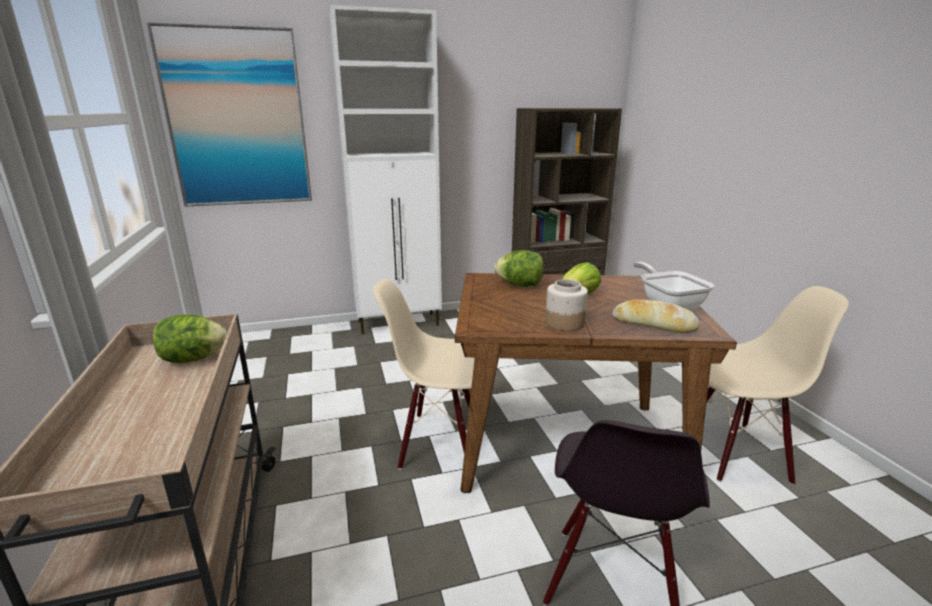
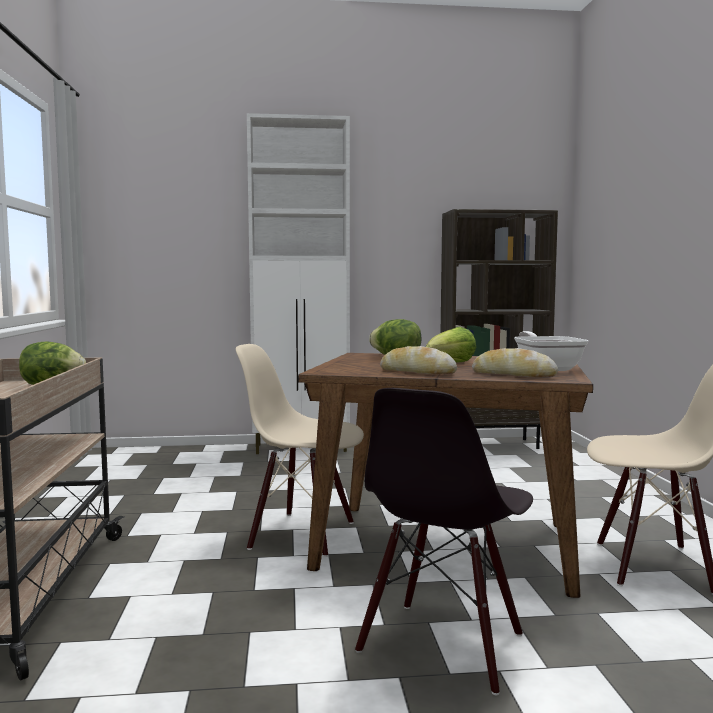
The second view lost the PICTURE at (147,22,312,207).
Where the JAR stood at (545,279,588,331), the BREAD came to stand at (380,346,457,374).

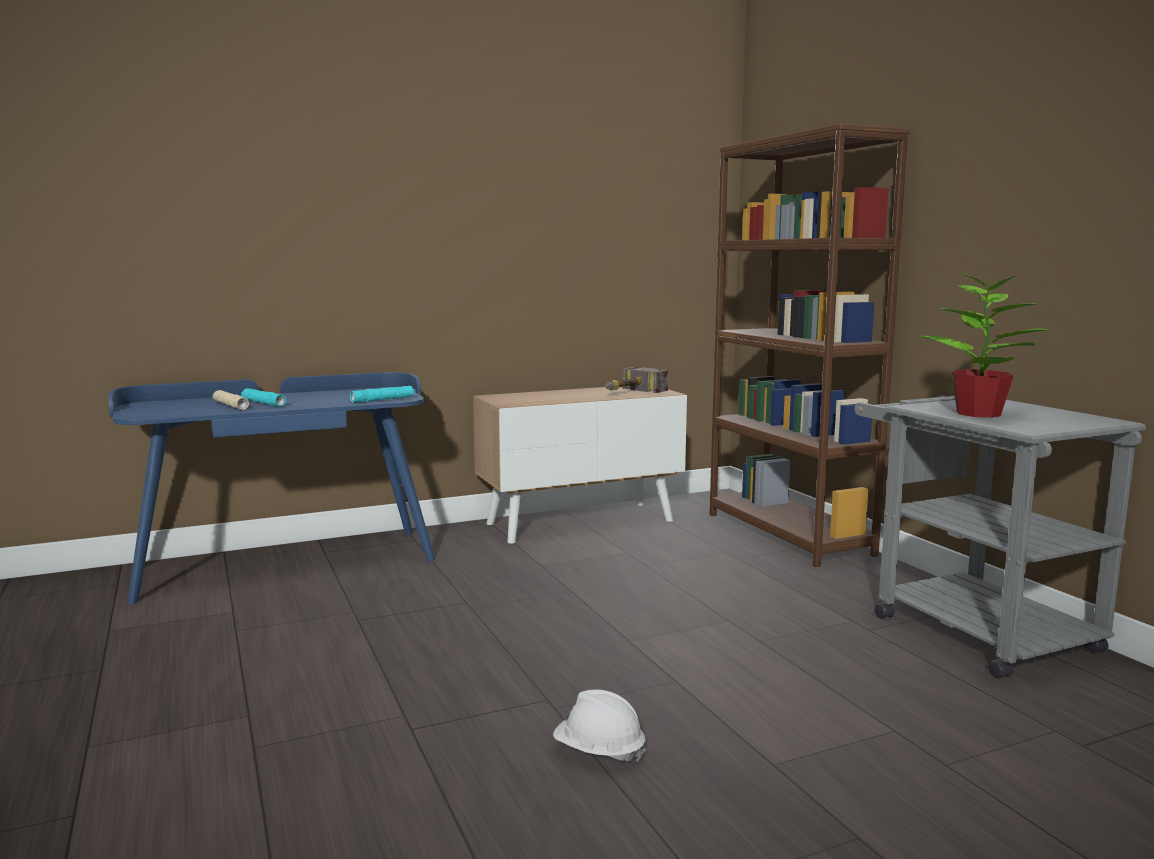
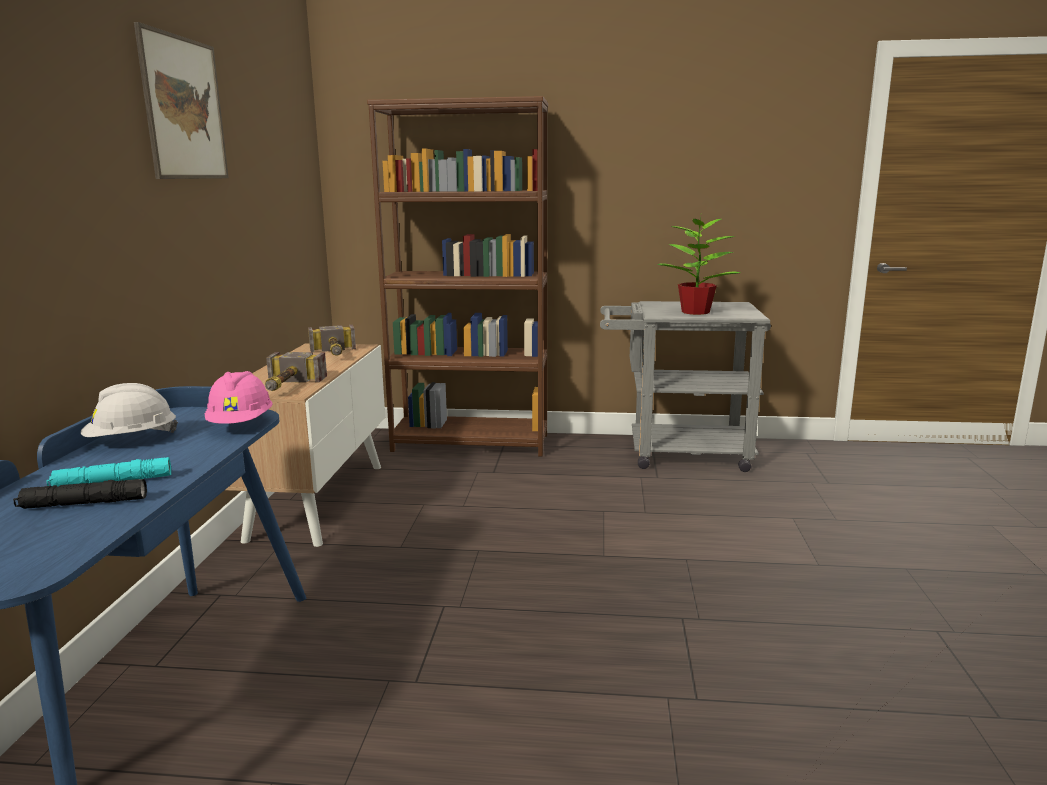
What was the BEIGE FLASHLIGHT at (213,390,249,410) turned into the BLACK FLASHLIGHT at (13,479,147,509).
Where the TURQUOISE FLASHLIGHT stood at (350,386,415,403), the PINK HARD HAT came to stand at (205,371,273,424).
The WHITE HARD HAT ended up elsewhere, having gone from (553,690,646,762) to (81,383,178,437).
The second view gained the PICTURE at (134,22,229,179).
The second view gained the HAMMER at (265,352,327,391).

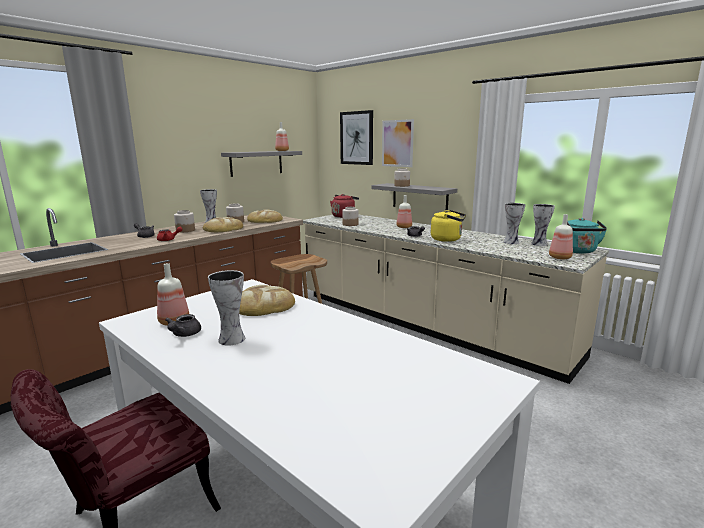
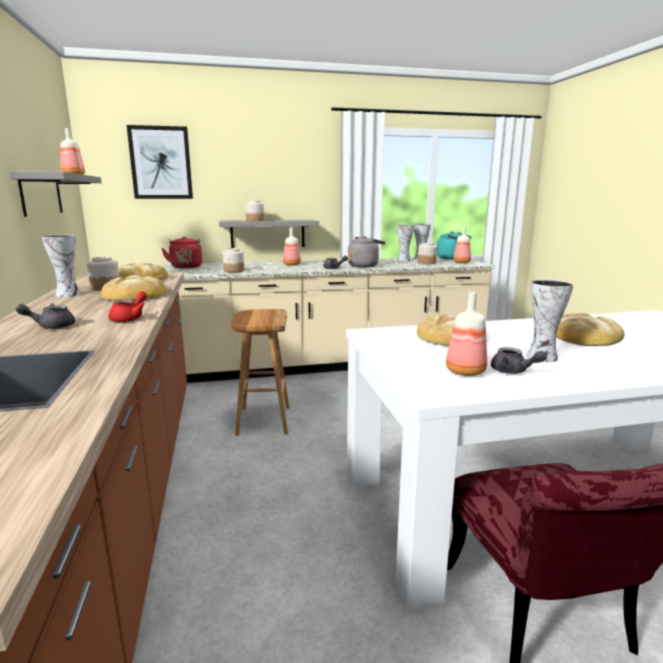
The JAR ended up elsewhere, having gone from (174,210,195,232) to (418,242,437,264).
The second view lost the PICTURE at (382,119,414,167).
What was the YELLOW KETTLE at (431,210,466,242) turned into the GREY KETTLE at (348,236,385,267).
The second view gained the BREAD at (556,313,625,346).

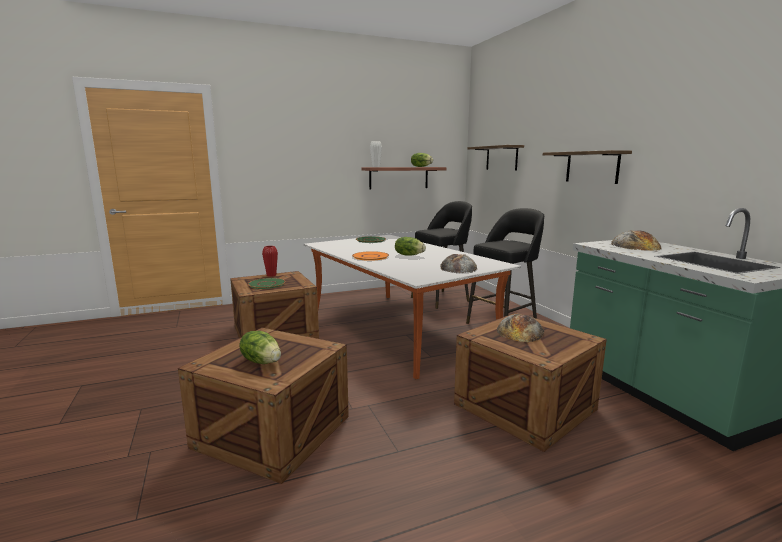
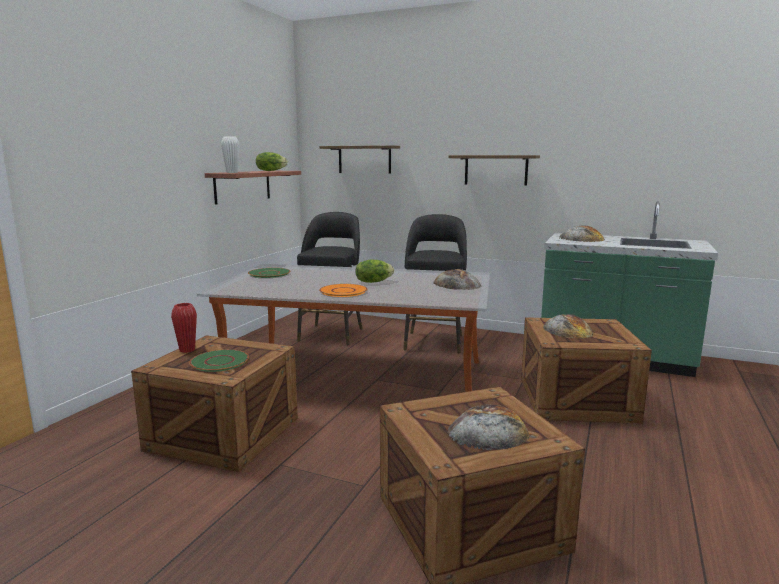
Where the LETTUCE stood at (239,331,281,364), the BREAD came to stand at (448,405,529,450).

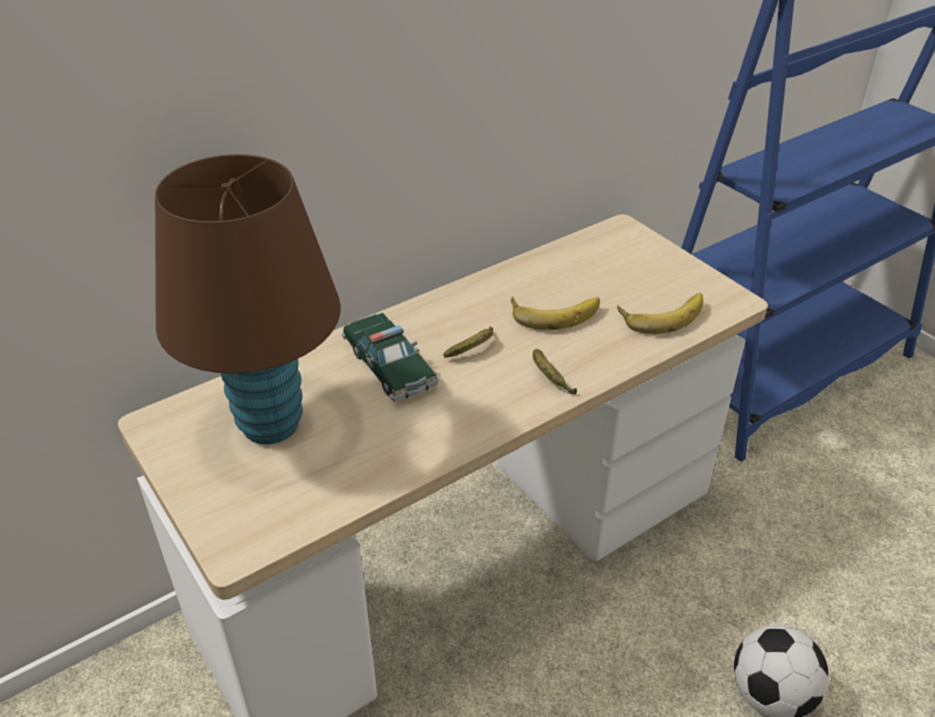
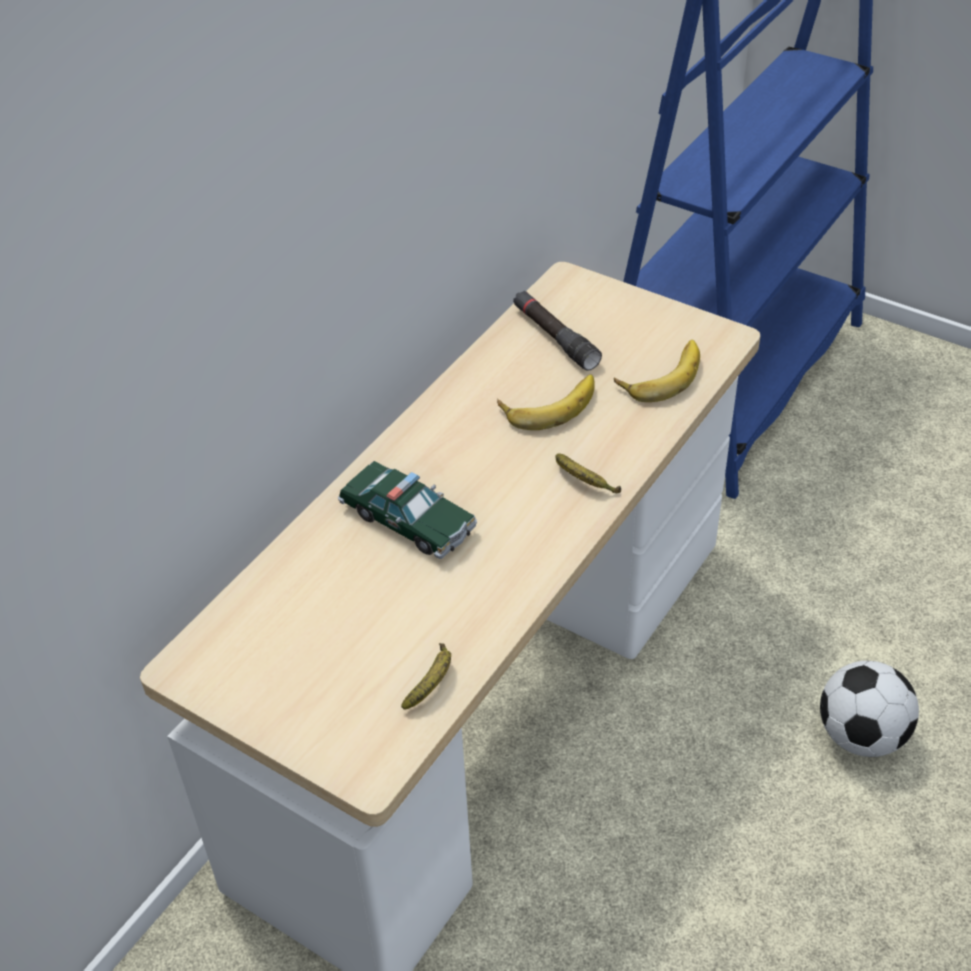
The second view lost the BROWN TABLE LAMP at (155,154,341,444).
The BANANA ended up elsewhere, having gone from (443,326,494,358) to (401,643,451,710).
The second view gained the BLACK FLASHLIGHT at (513,291,602,371).

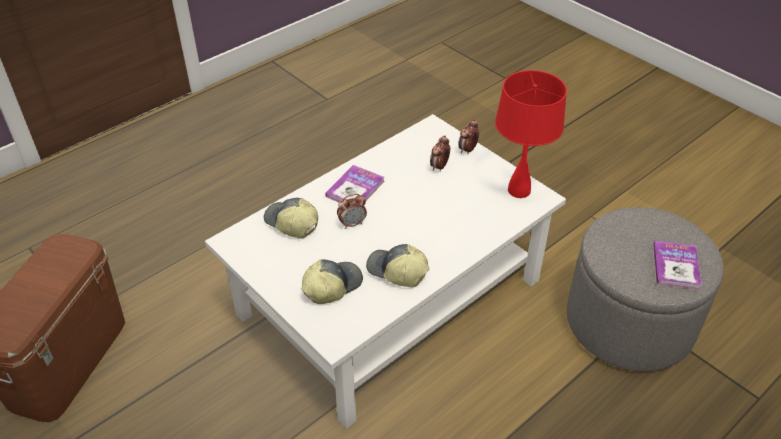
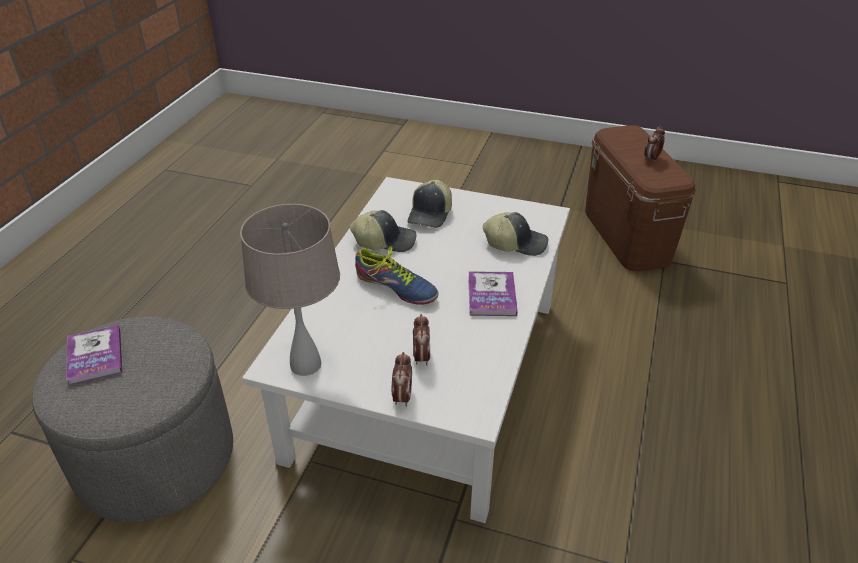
The ALARM CLOCK ended up elsewhere, having gone from (337,194,367,229) to (644,126,665,162).
What was the RED TABLE LAMP at (495,70,567,198) turned into the BEIGE TABLE LAMP at (240,204,340,376).
The second view gained the SHOE at (355,246,438,305).

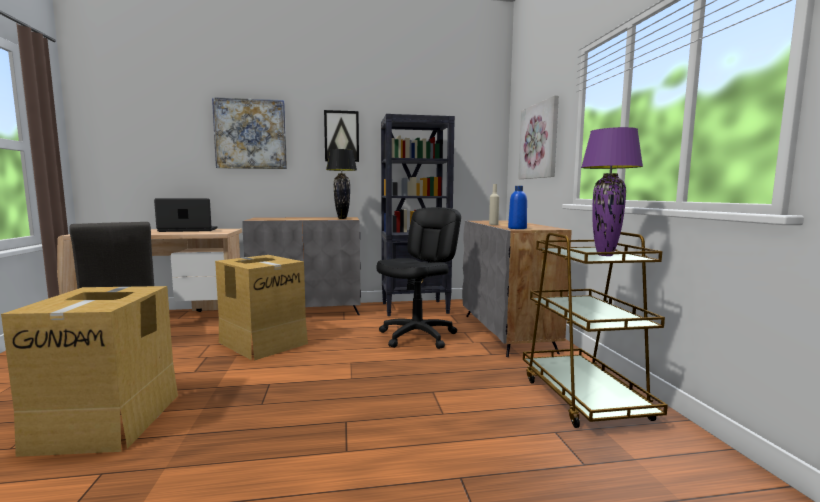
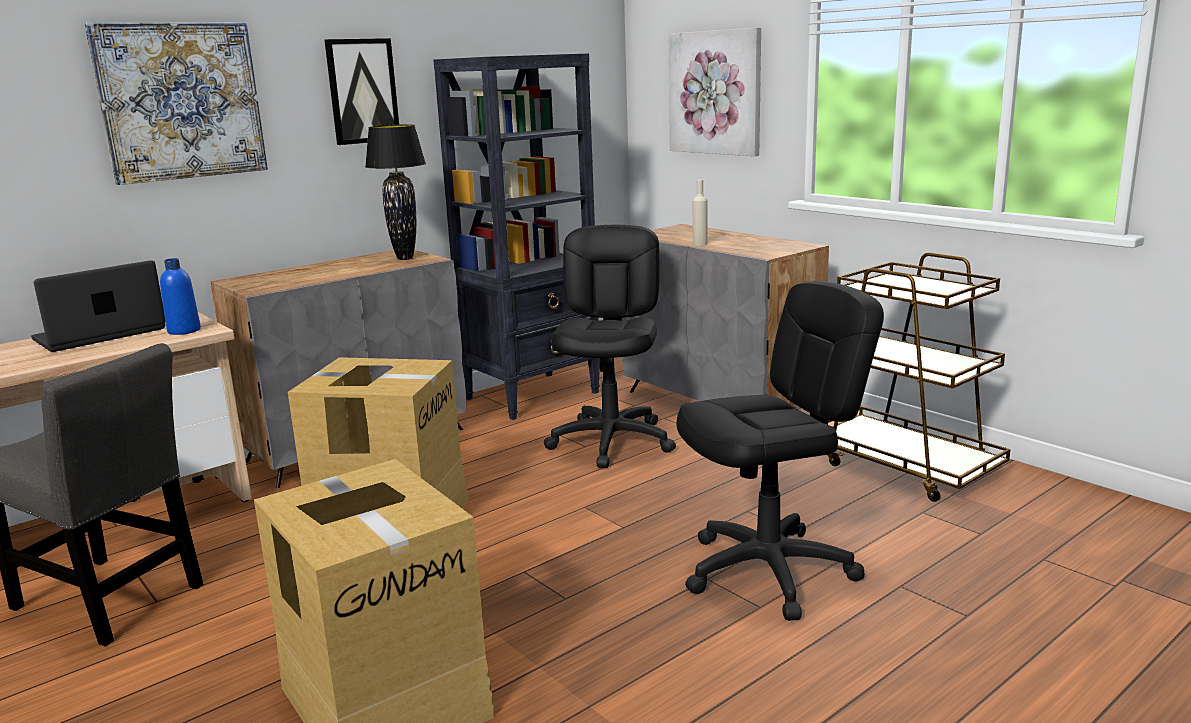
The BLUE BOTTLE ended up elsewhere, having gone from (508,186,527,229) to (160,258,201,335).
The second view lost the PURPLE TABLE LAMP at (581,127,643,256).
The second view gained the BLACK OFFICE CHAIR at (677,281,884,621).

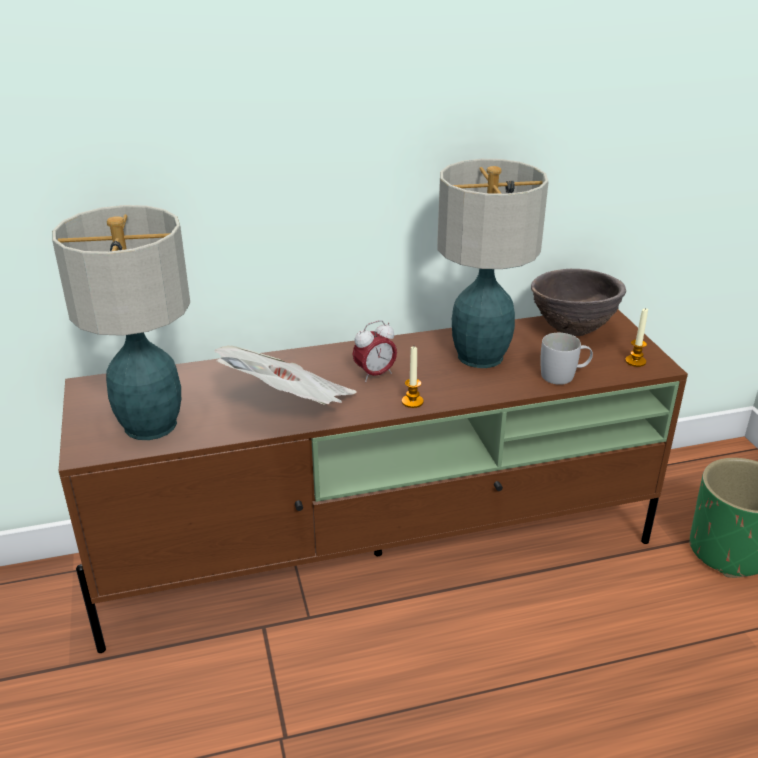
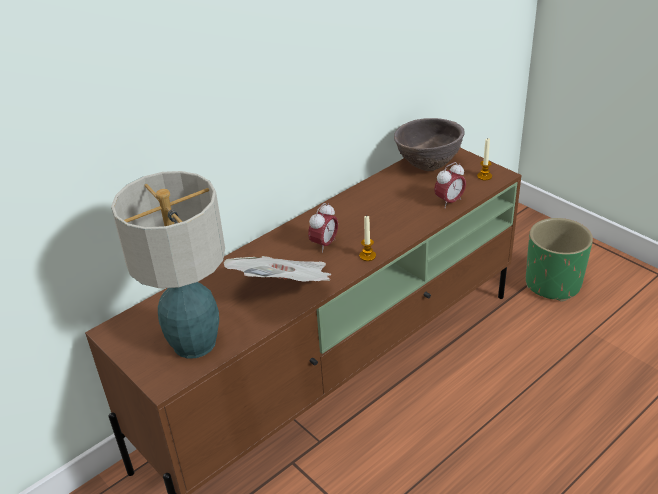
The second view lost the TABLE LAMP at (437,159,549,368).
Where the WHITE MUG stood at (541,333,593,385), the ALARM CLOCK came to stand at (434,162,466,208).

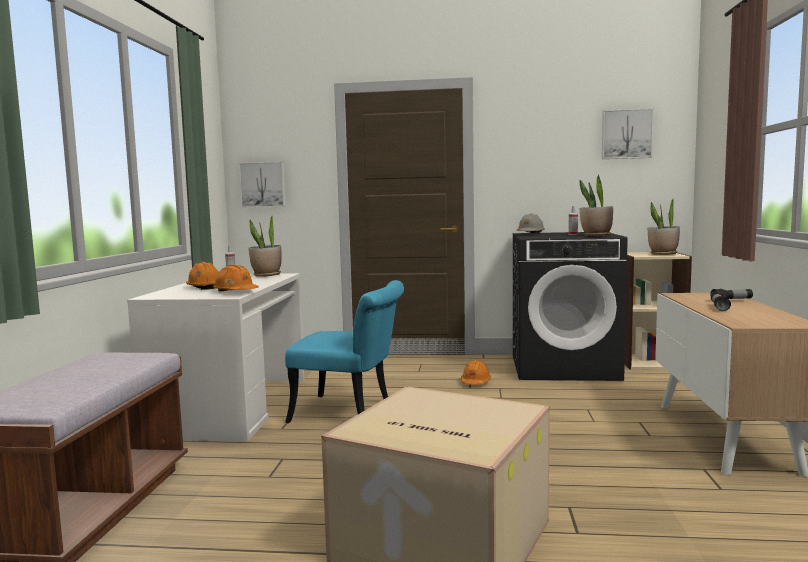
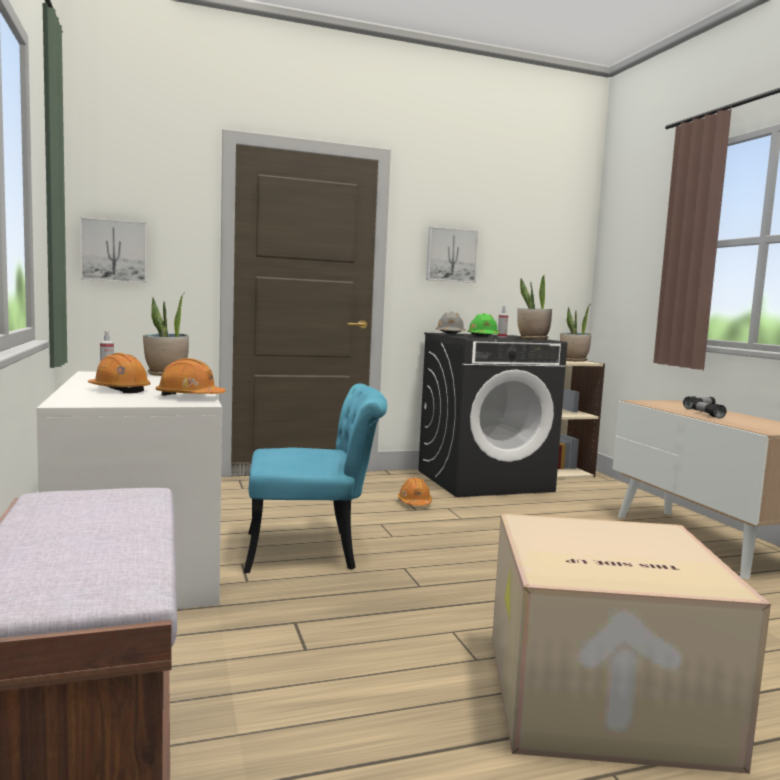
The PICTURE ended up elsewhere, having gone from (602,108,654,159) to (426,226,479,283).
The second view gained the GREEN HARD HAT at (467,313,499,337).

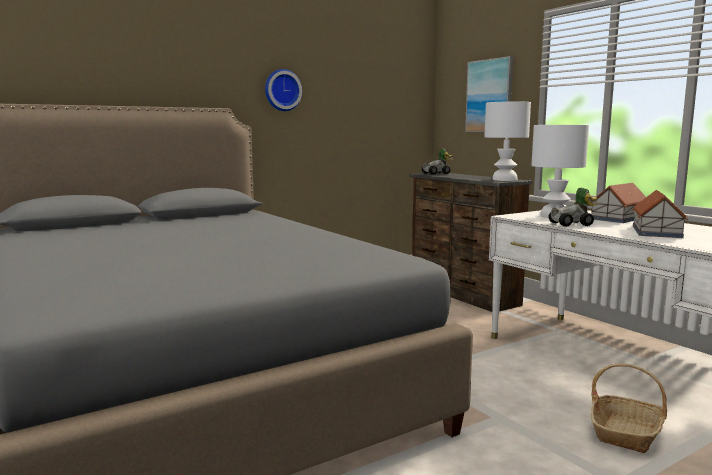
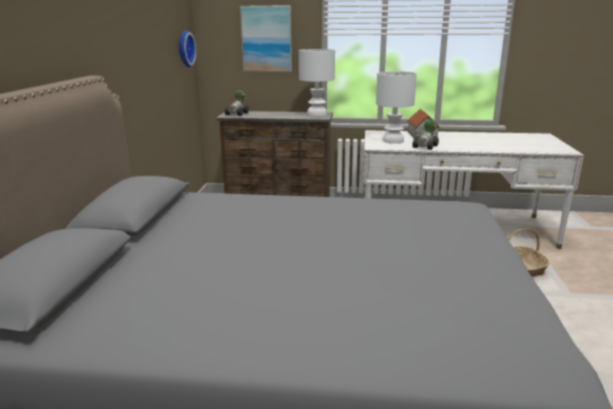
The WALL CLOCK ended up elsewhere, having gone from (265,69,302,111) to (179,30,196,67).
The second view lost the TOY HOUSE at (632,190,688,238).

